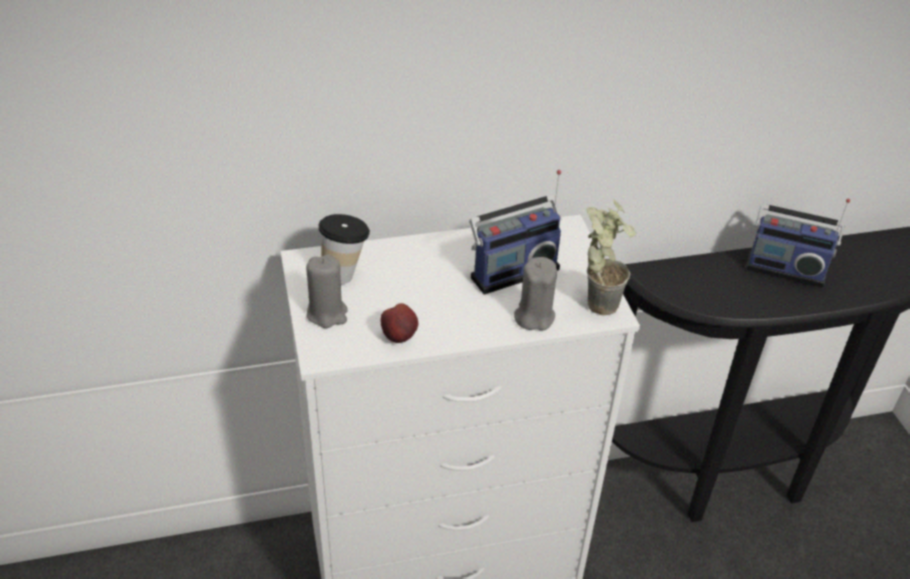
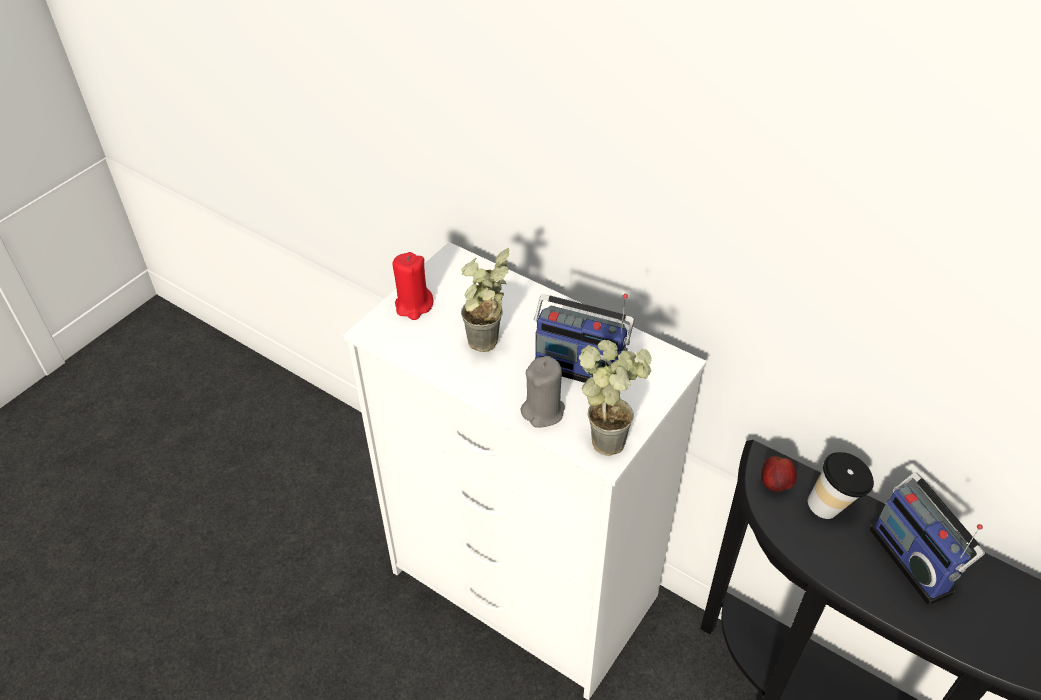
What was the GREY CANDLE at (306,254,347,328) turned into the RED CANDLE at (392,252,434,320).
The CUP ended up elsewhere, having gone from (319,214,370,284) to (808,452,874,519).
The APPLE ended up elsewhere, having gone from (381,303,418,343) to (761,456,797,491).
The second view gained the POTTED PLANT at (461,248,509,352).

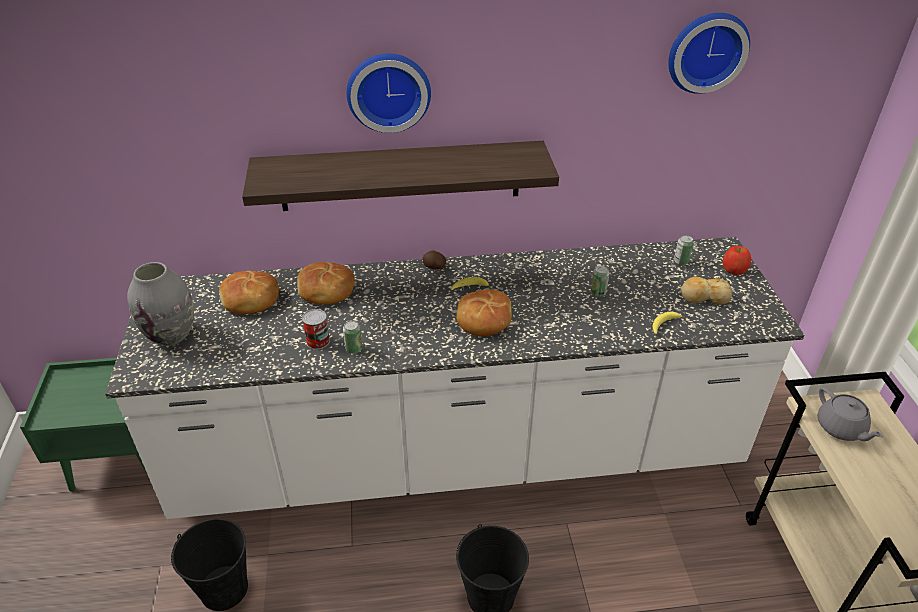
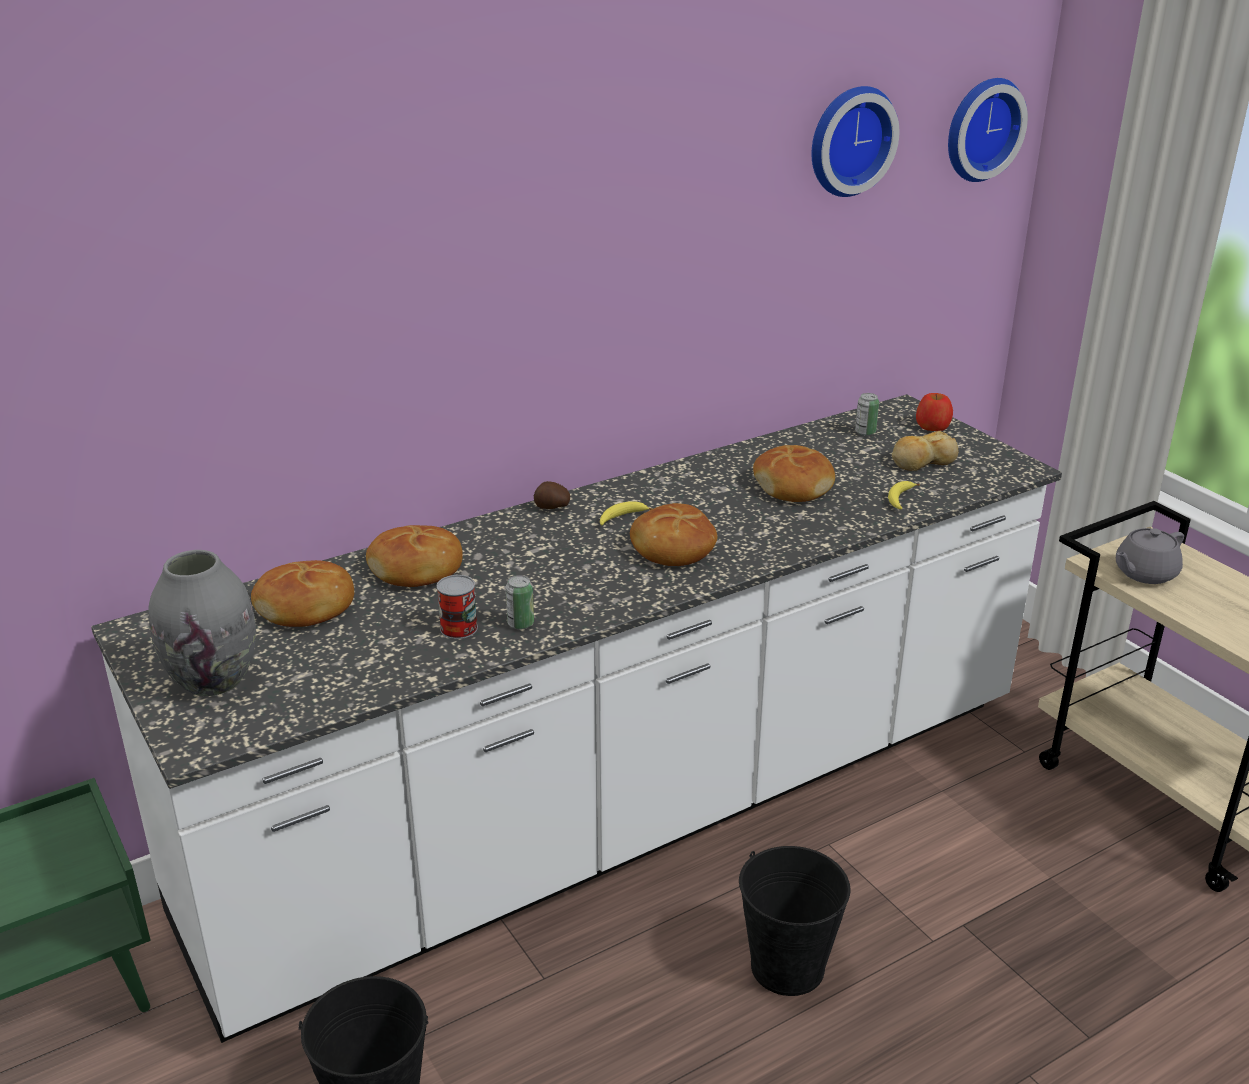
The second view lost the SHELF at (242,141,559,211).
The WALL CLOCK ended up elsewhere, having gone from (347,53,431,133) to (948,78,1028,182).
Where the CAN stood at (591,265,609,297), the BREAD came to stand at (753,445,835,502).
The GREY TEAPOT at (818,387,883,441) ended up facing another way, 105 degrees clockwise from before.

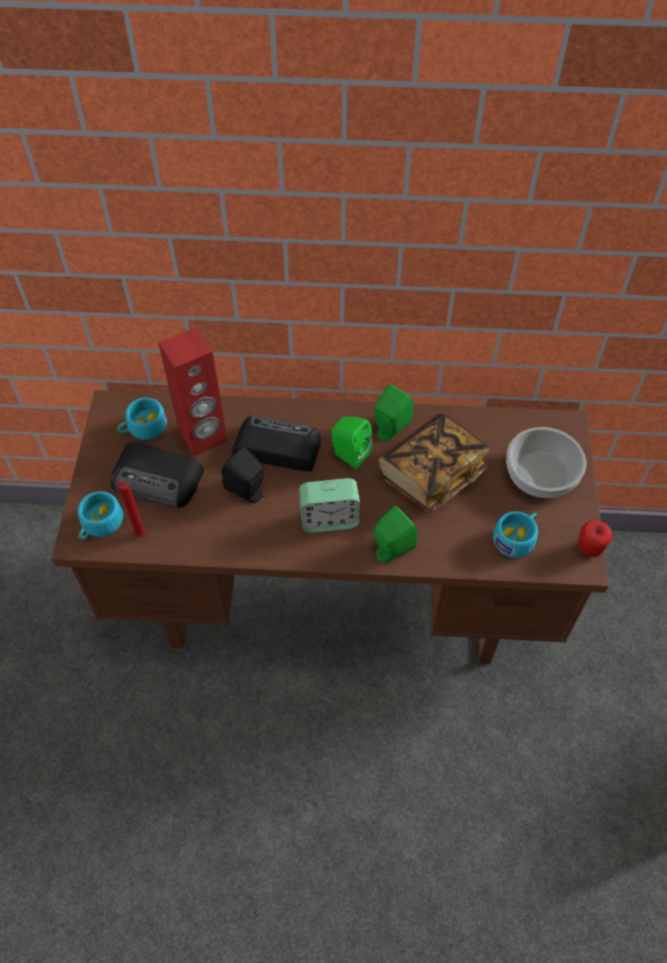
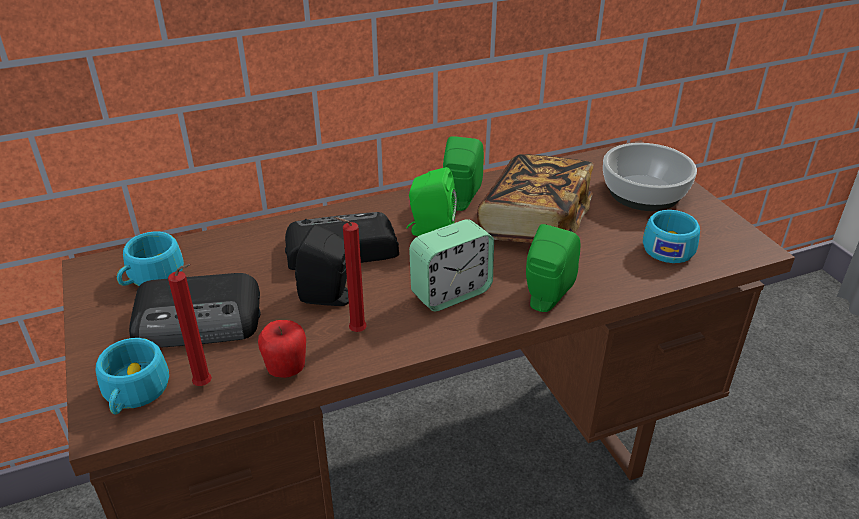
The second view lost the RED SPEAKER at (158,328,227,456).
The APPLE ended up elsewhere, having gone from (578,520,612,557) to (258,320,306,378).
The second view gained the RED CANDLE at (335,217,367,332).

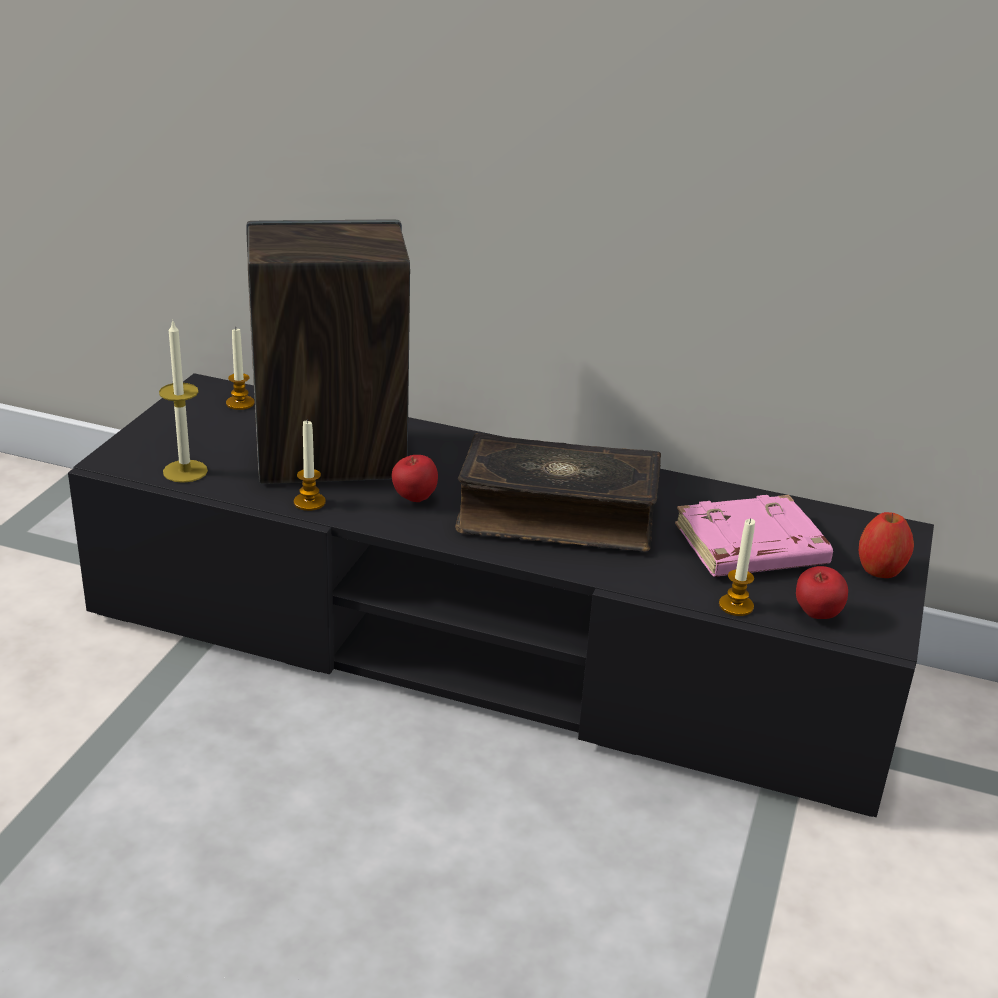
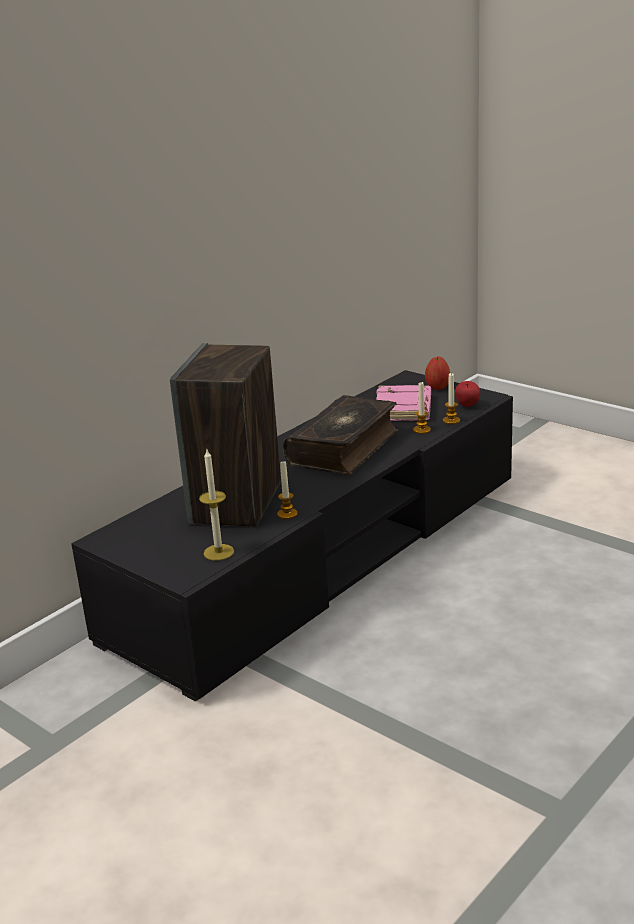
The CANDLE ended up elsewhere, having gone from (226,329,255,410) to (413,382,431,434).
The second view lost the APPLE at (392,455,438,502).

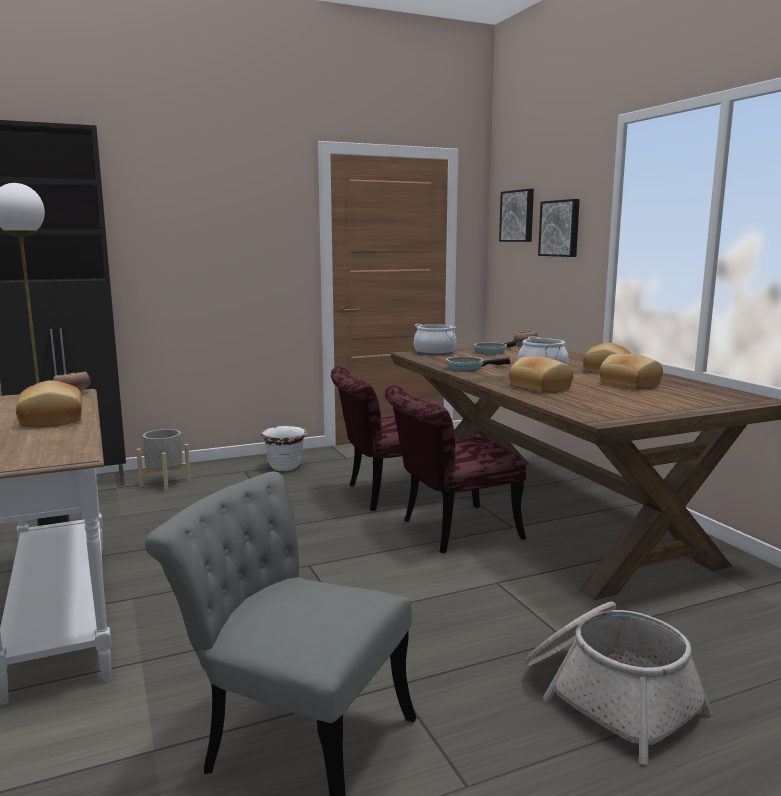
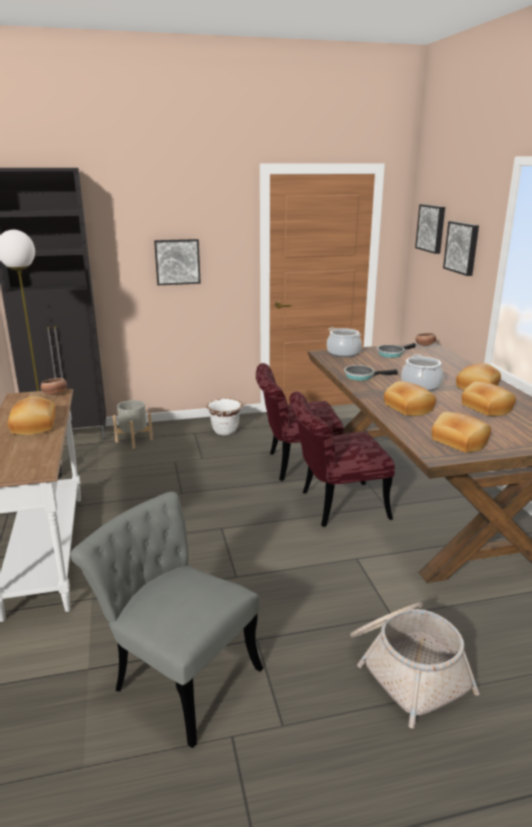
The second view gained the PICTURE at (154,239,201,285).
The second view gained the BREAD at (431,412,491,453).

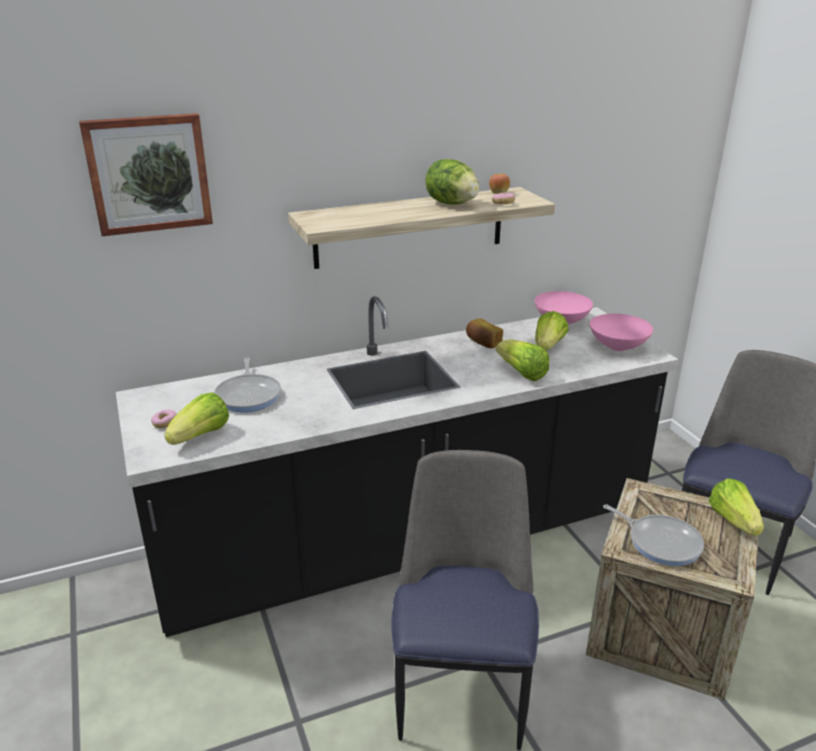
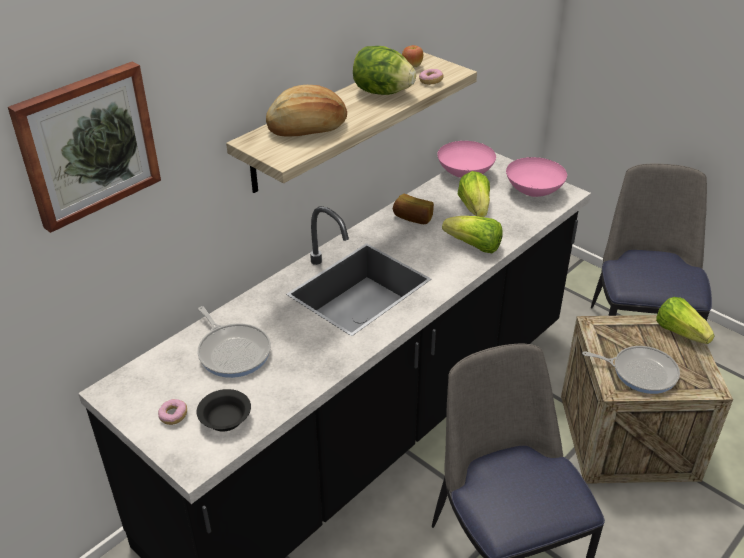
Where the LETTUCE stood at (164,392,229,445), the BLACK BOWL came to stand at (197,389,251,432).
The second view gained the BREAD at (266,85,347,137).

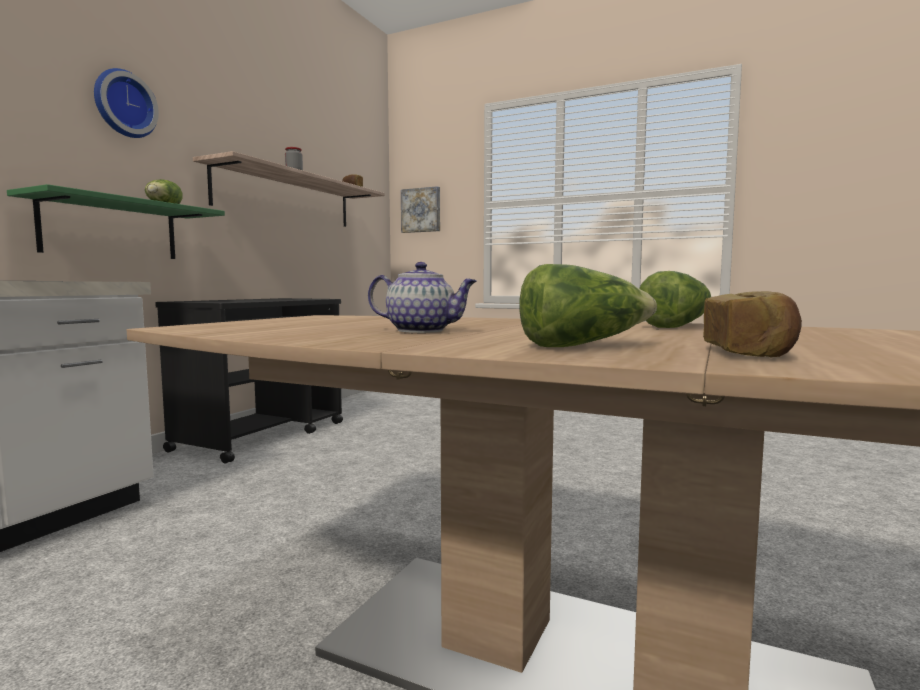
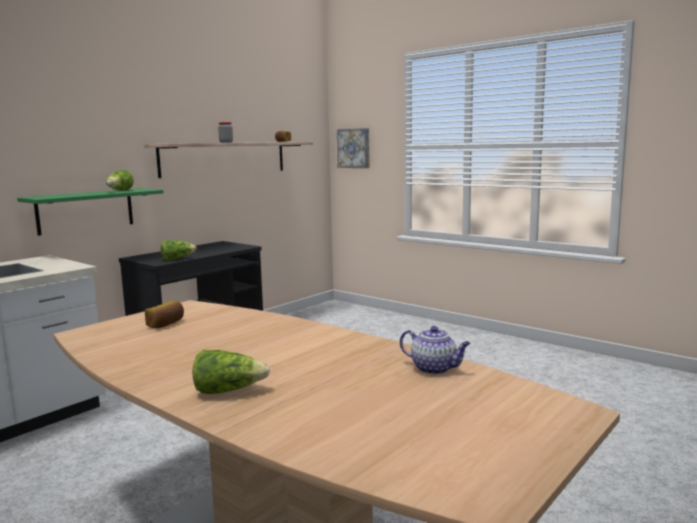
The second view lost the WALL CLOCK at (94,68,159,138).
The TEAPOT ended up elsewhere, having gone from (368,262,477,333) to (400,326,471,375).
The LETTUCE ended up elsewhere, having gone from (639,271,711,328) to (161,240,197,260).
The BREAD ended up elsewhere, having gone from (703,291,802,357) to (145,301,184,328).

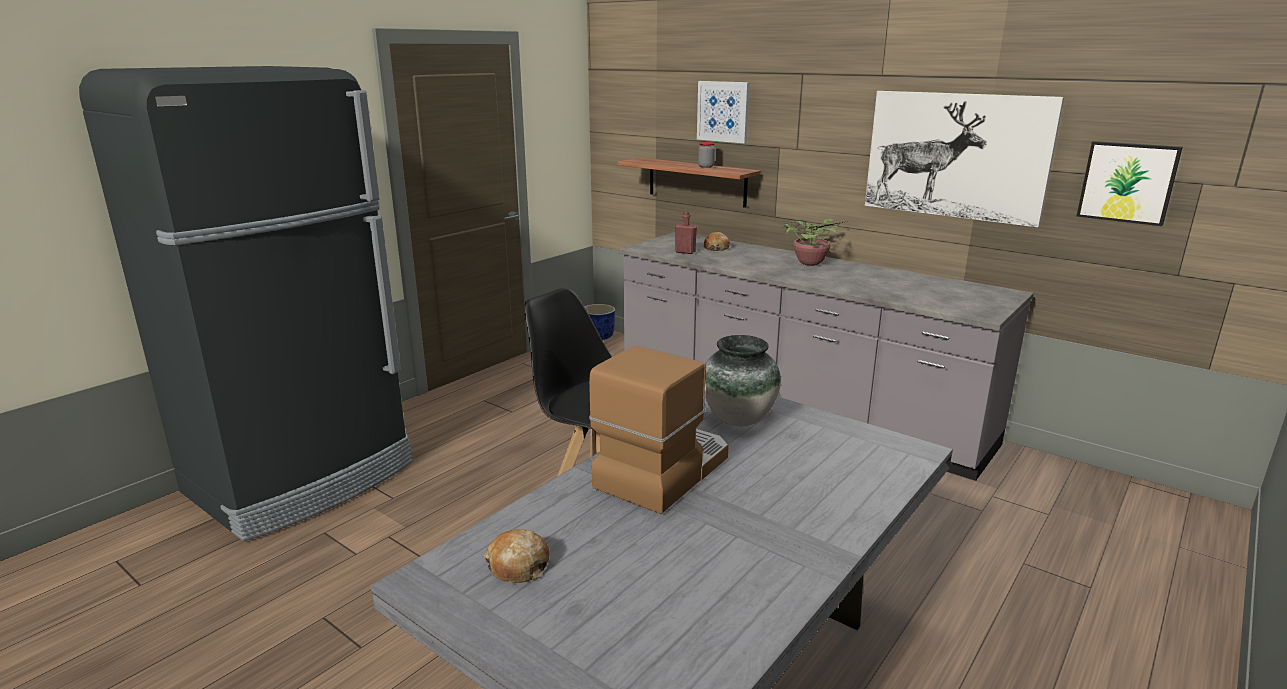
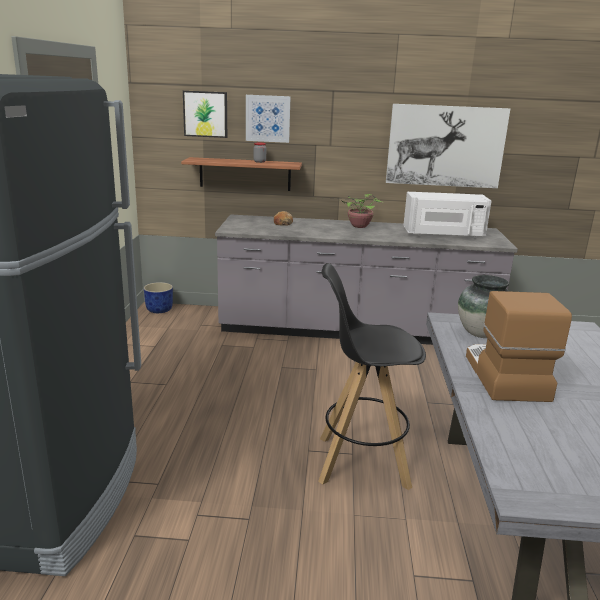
The second view lost the BREAD at (484,529,550,583).
The second view lost the RED BOTTLE at (675,211,697,254).
The PICTURE ended up elsewhere, having gone from (1076,141,1183,226) to (183,91,227,138).
The second view gained the WHITE MICROWAVE at (403,192,491,238).

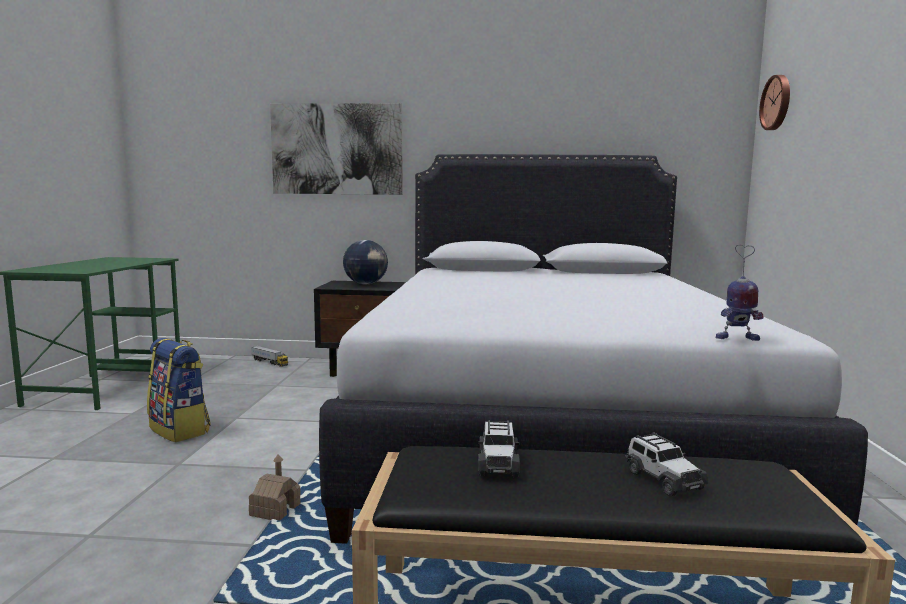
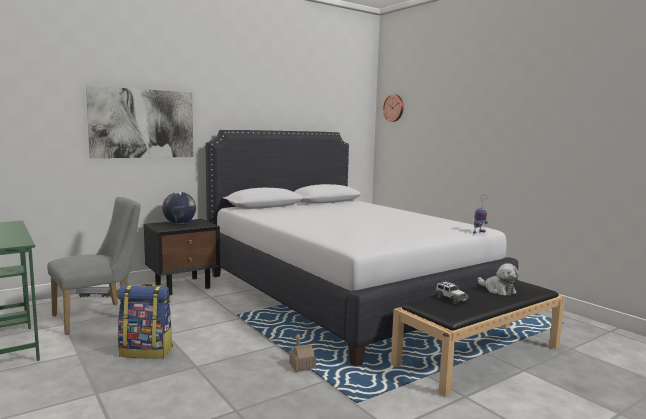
Where the TOY CAR stood at (625,433,709,496), the PLUSH TOY came to stand at (478,263,519,296).
The second view gained the GREY CHAIR at (47,197,141,335).

